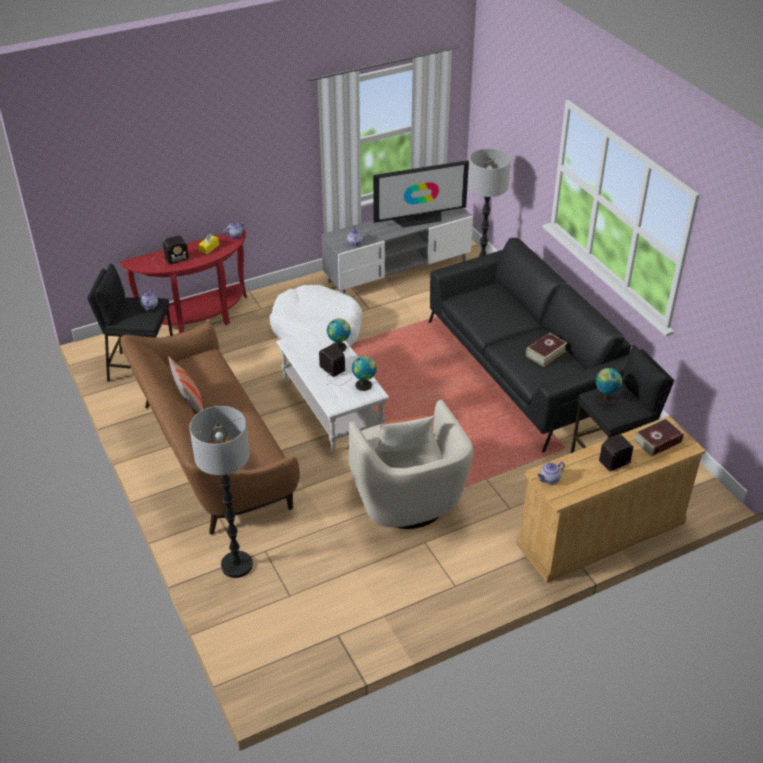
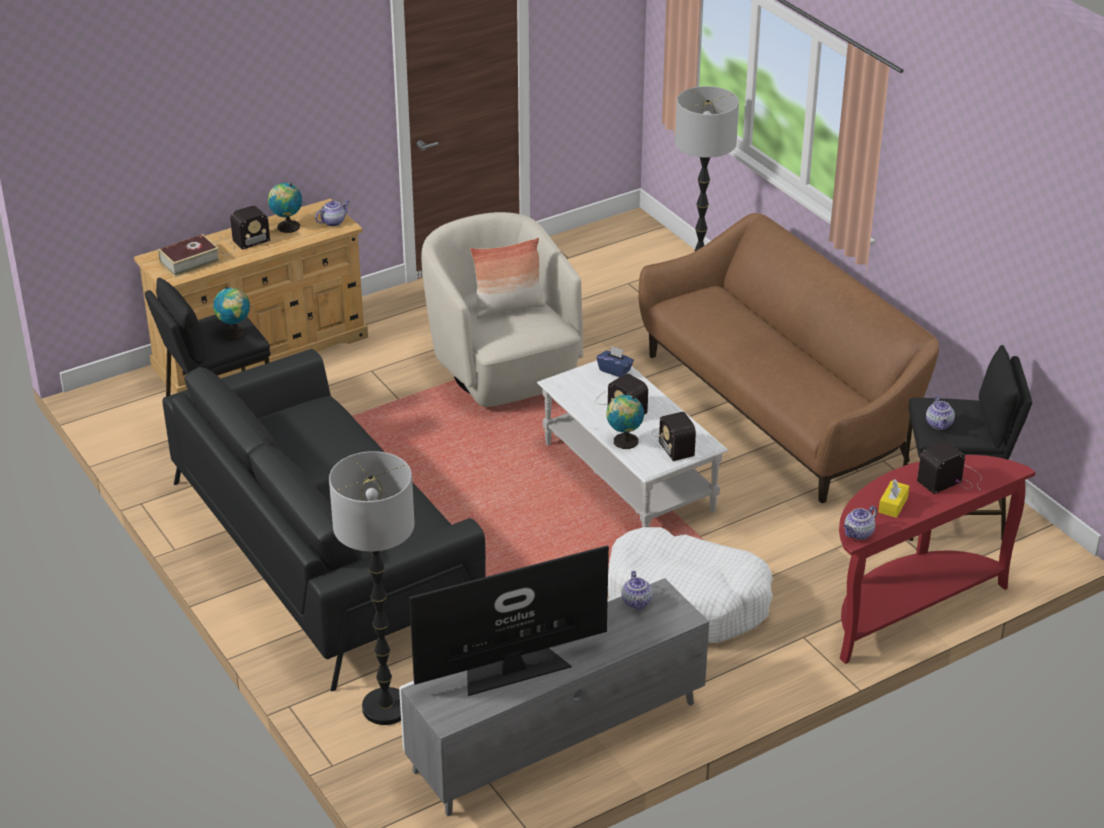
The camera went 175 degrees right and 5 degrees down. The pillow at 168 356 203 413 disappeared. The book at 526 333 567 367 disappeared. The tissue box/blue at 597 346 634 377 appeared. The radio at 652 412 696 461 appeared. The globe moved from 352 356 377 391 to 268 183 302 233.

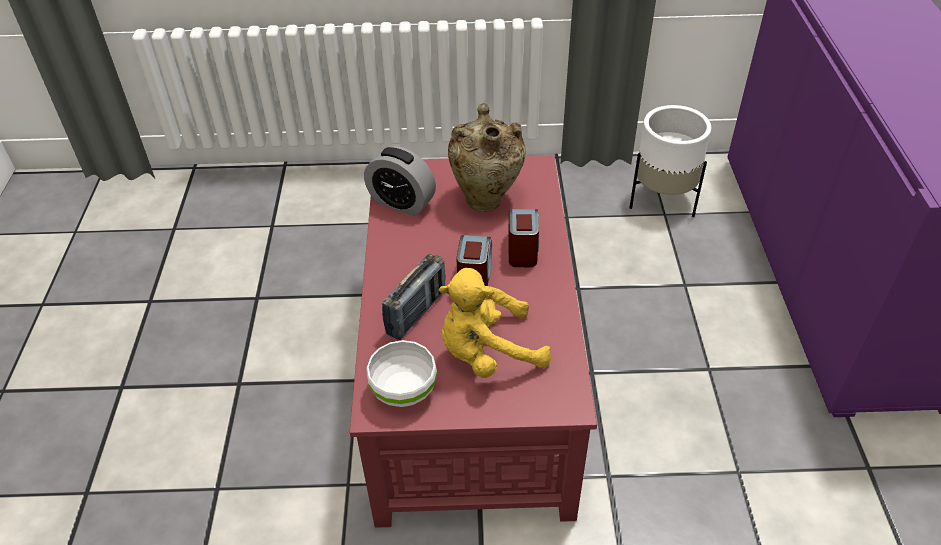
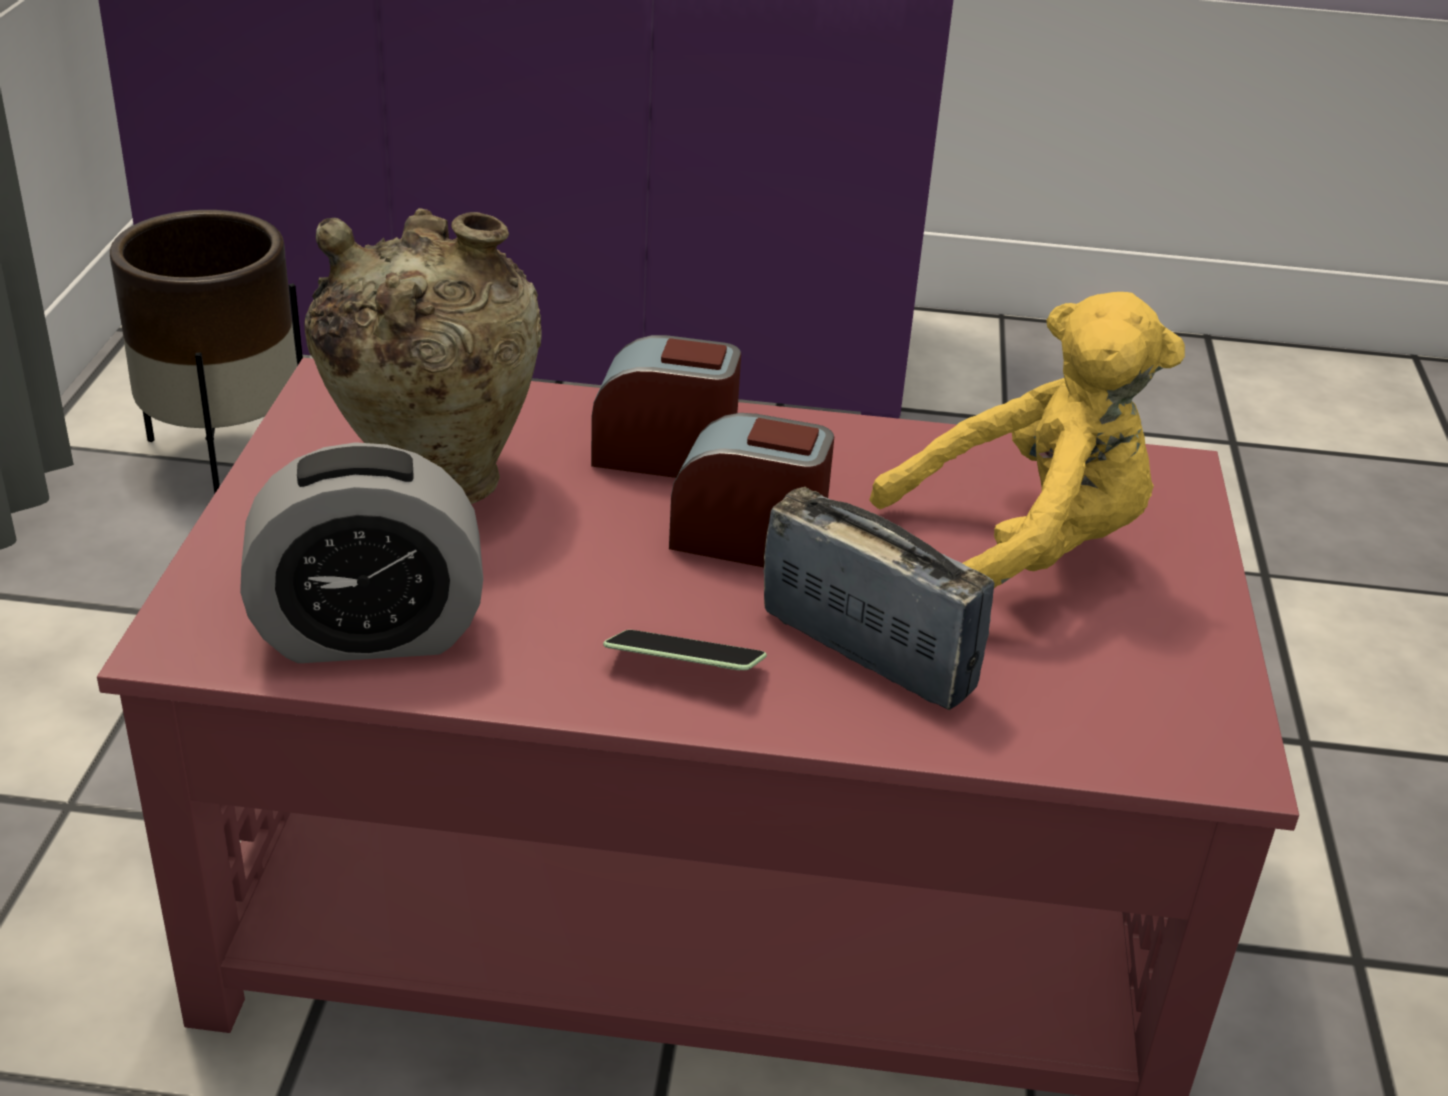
The camera went 85 degrees left and 10 degrees down. The bowl/white at 366 340 437 407 disappeared. The phone at 603 630 767 670 appeared. The planter/white at 629 105 711 218 became the planter/brown at 110 210 303 494. The alarm clock at 364 146 436 216 turned 45 degrees clockwise. The plush toy/yellow at 439 268 551 378 turned 90 degrees counterclockwise.

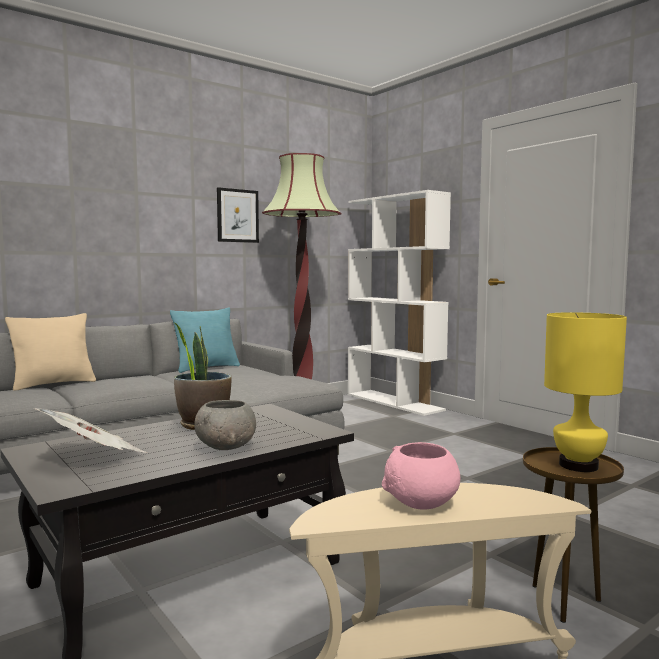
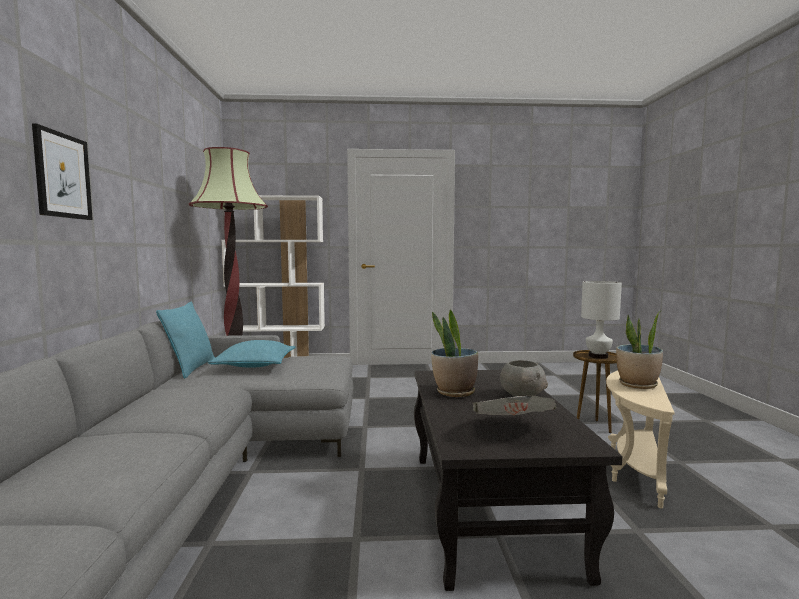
The camera went 55 degrees left and 0 degrees up. The pillow/beige at 5 313 96 391 disappeared. The pillow/turquoise at 208 340 296 367 appeared. The picture moved from 217 187 259 243 to 32 123 93 220. The bowl/pink at 382 442 461 510 was replaced by the potted plant at 616 311 663 389. The table lamp/yellow at 544 312 627 472 became the table lamp/white at 581 281 622 359.

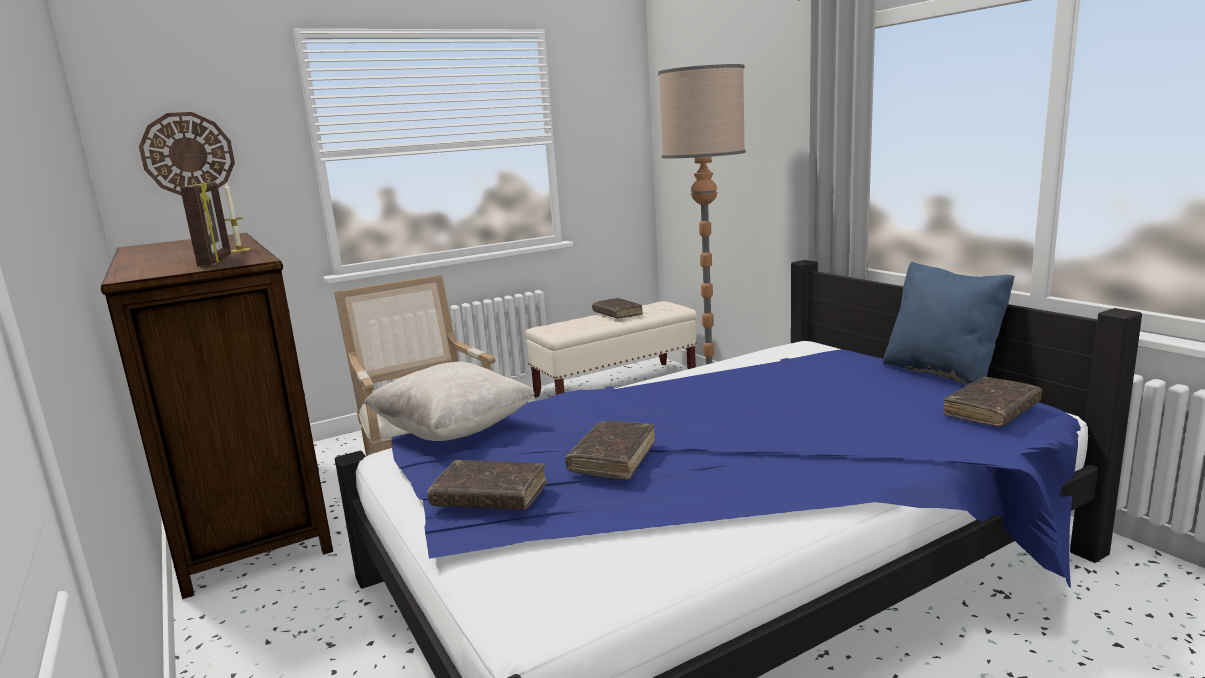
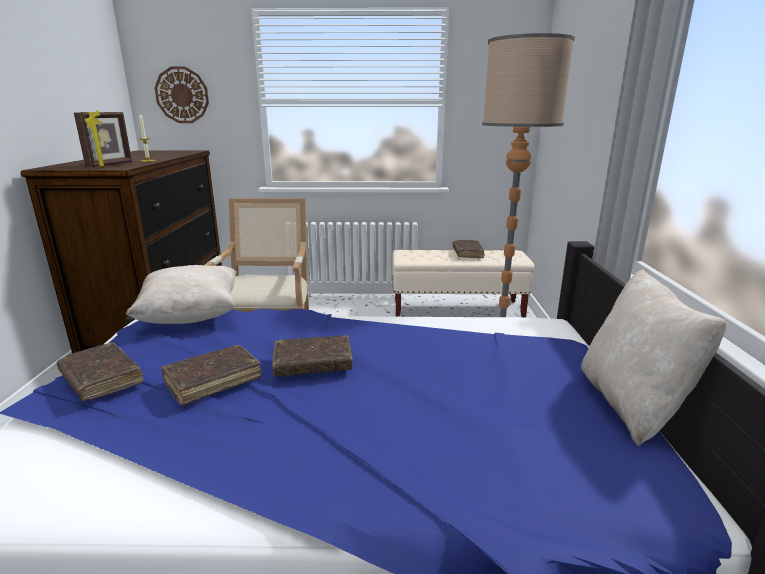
The camera went 30 degrees right and 5 degrees up. The book/brown moved from 944 377 1042 427 to 272 335 353 376. The pillow/blue at 883 261 1015 385 became the pillow/beige at 581 269 727 446.

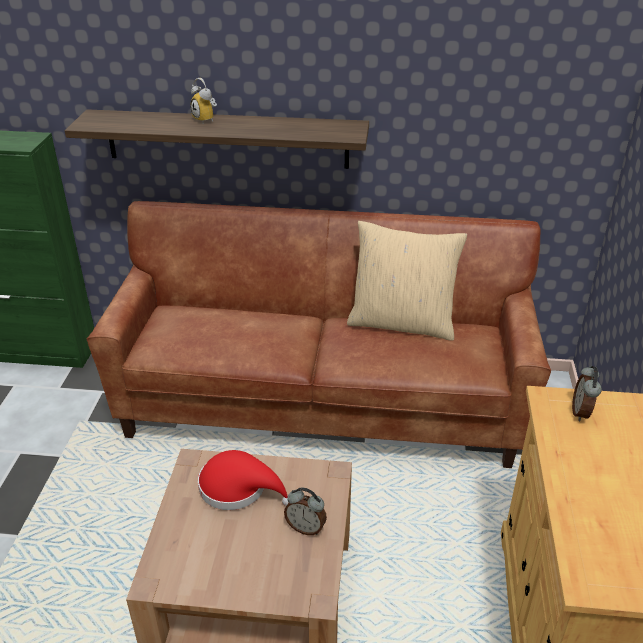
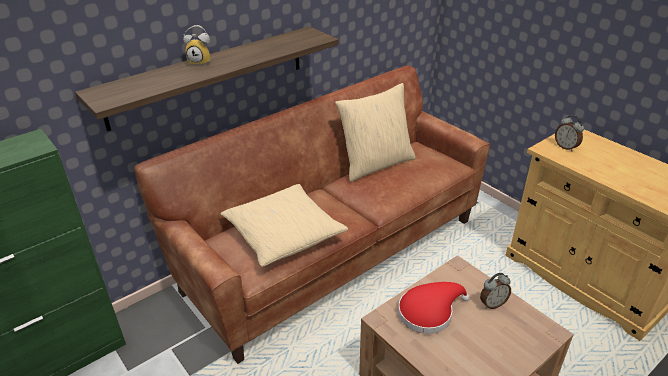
The camera went 45 degrees left and 0 degrees up. The pillow/beige at 220 184 348 267 appeared.

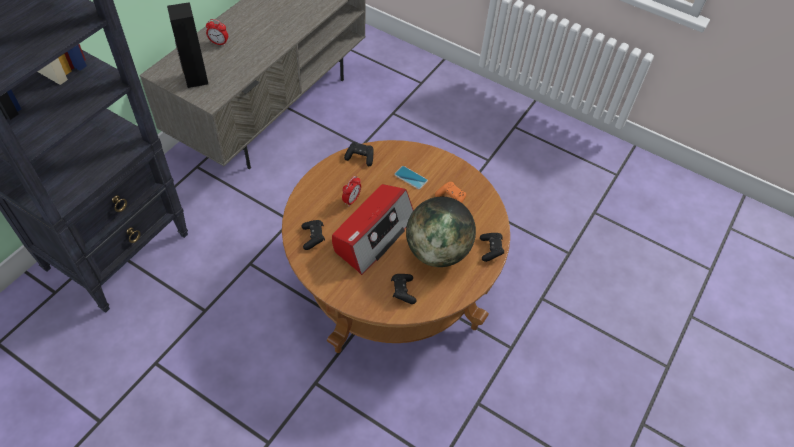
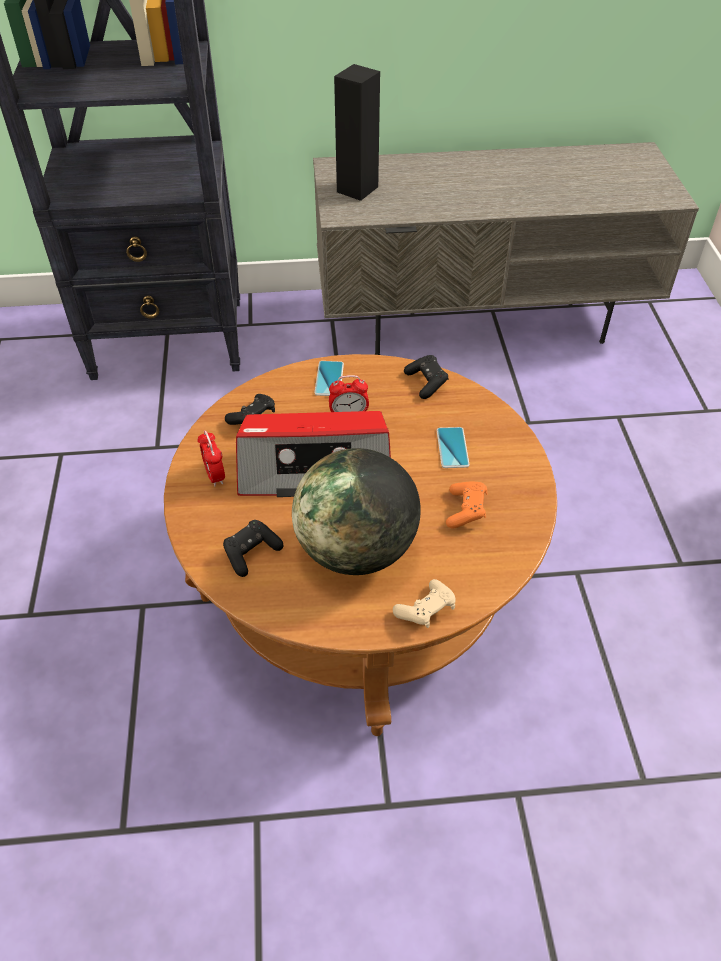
The camera went 55 degrees right and 5 degrees down. The phone at 314 361 344 396 appeared. The alarm clock moved from 206 19 228 46 to 198 430 225 486. The game controller/black at 480 233 504 262 became the game controller/beige at 393 579 456 628.

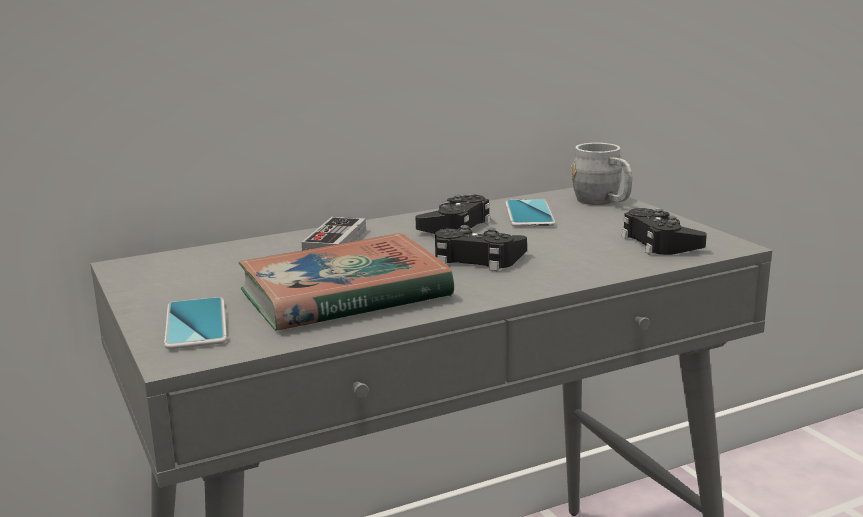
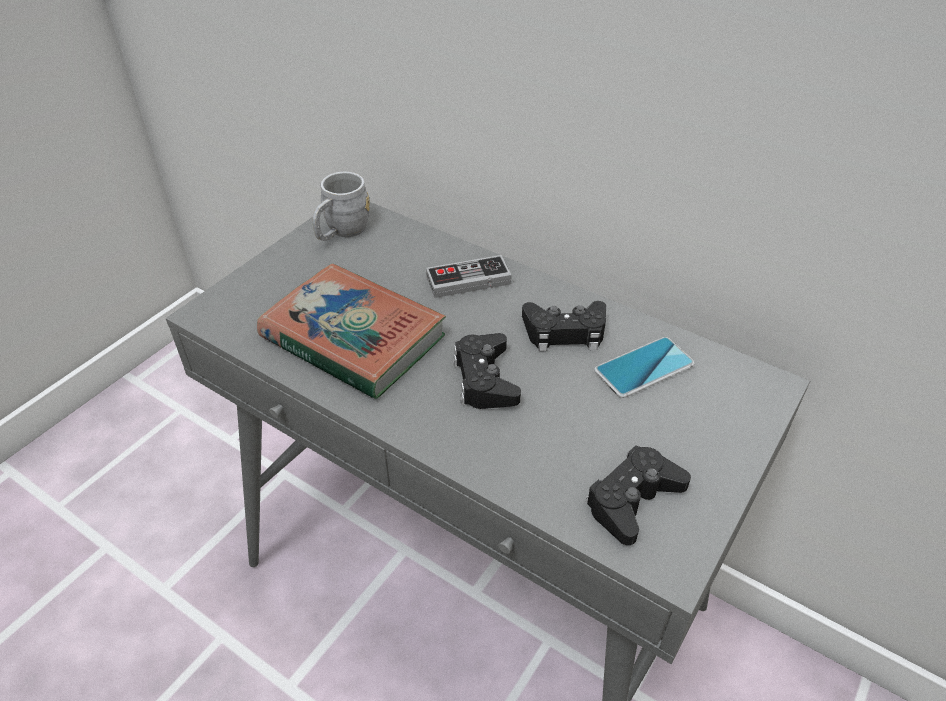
The camera went 60 degrees right and 25 degrees up. The phone at 164 297 227 349 disappeared. The mug/grey moved from 571 143 632 205 to 313 172 370 241.

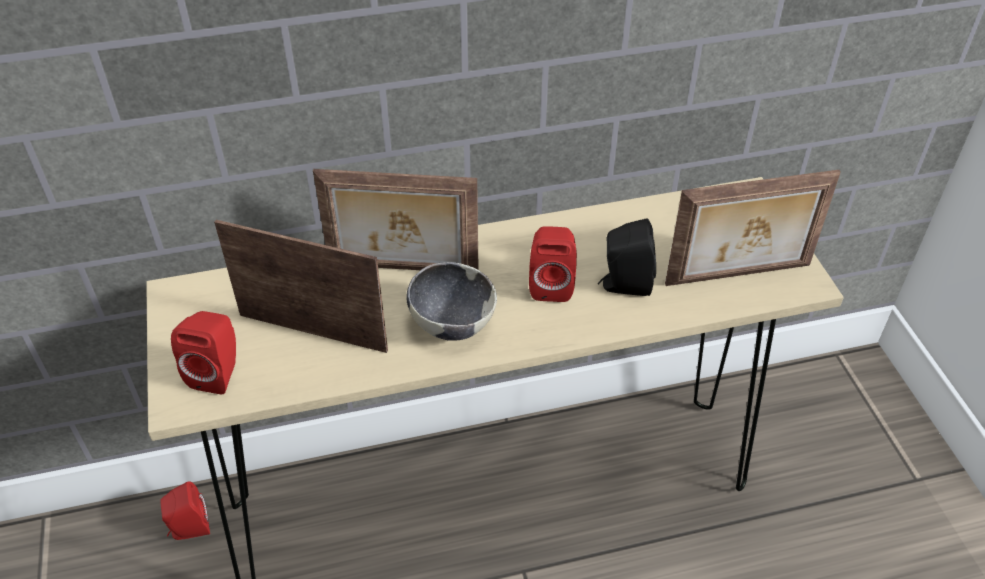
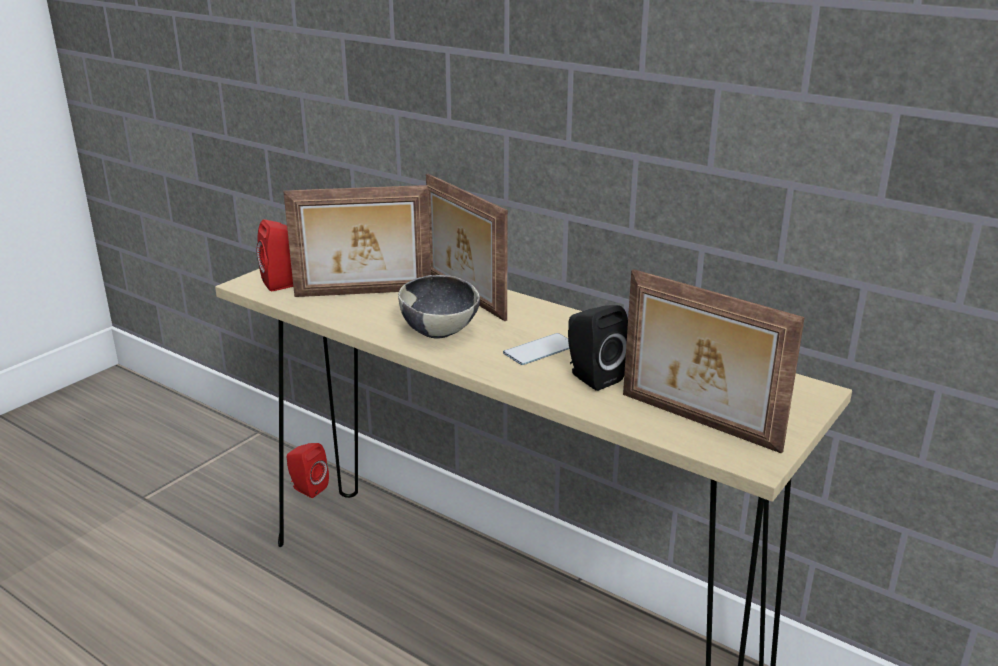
The camera went 50 degrees right and 20 degrees down. The speaker/red at 529 226 577 302 was replaced by the phone at 503 333 569 365. The picture frame at 214 220 388 353 turned 105 degrees clockwise.

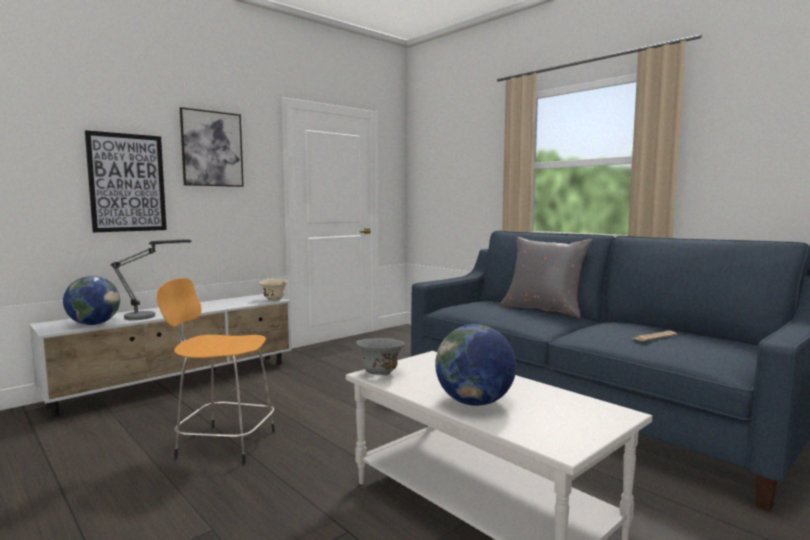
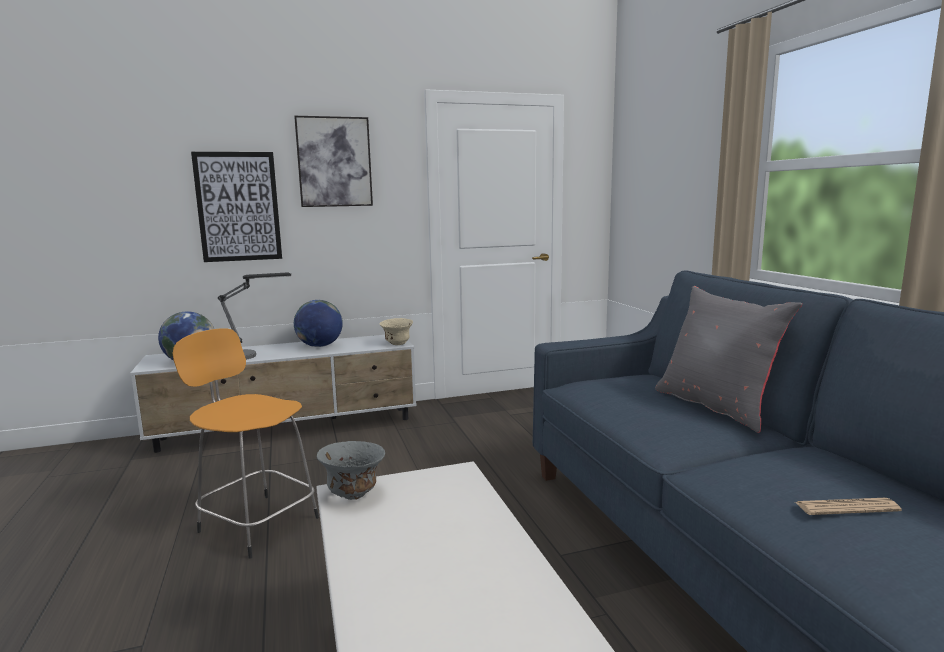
The camera went 25 degrees right and 5 degrees up. The globe moved from 435 324 516 406 to 294 300 343 347.

